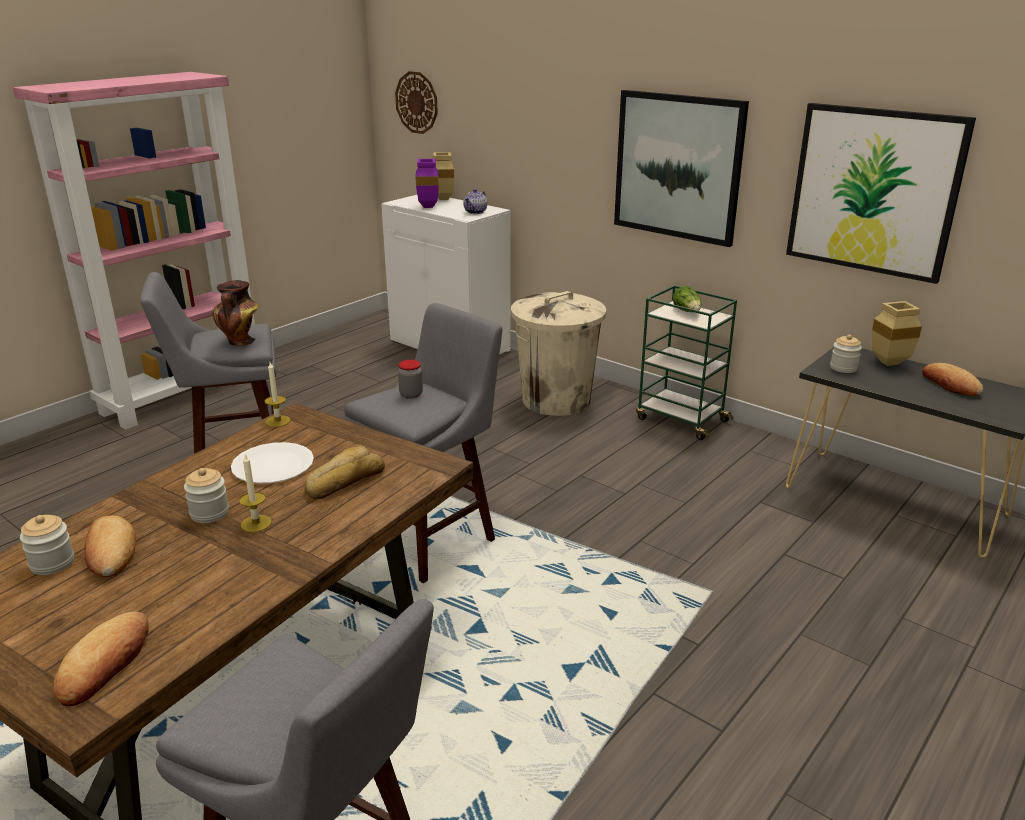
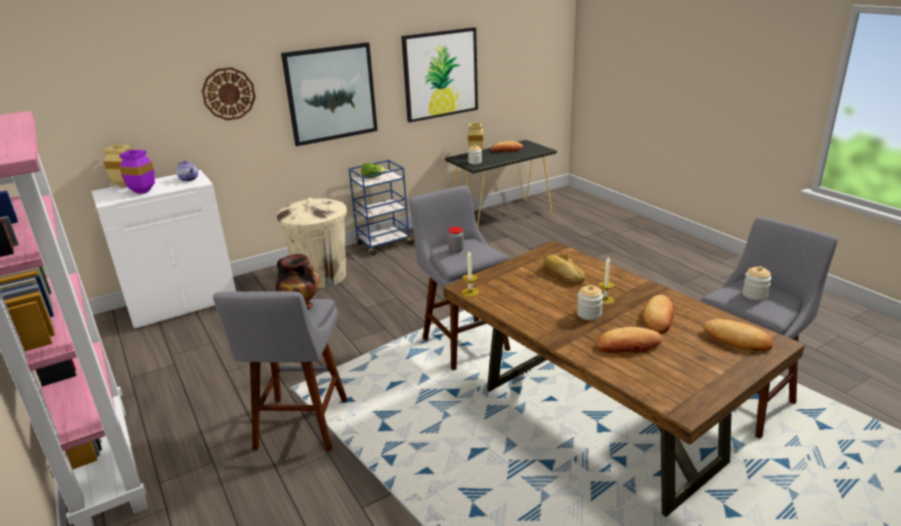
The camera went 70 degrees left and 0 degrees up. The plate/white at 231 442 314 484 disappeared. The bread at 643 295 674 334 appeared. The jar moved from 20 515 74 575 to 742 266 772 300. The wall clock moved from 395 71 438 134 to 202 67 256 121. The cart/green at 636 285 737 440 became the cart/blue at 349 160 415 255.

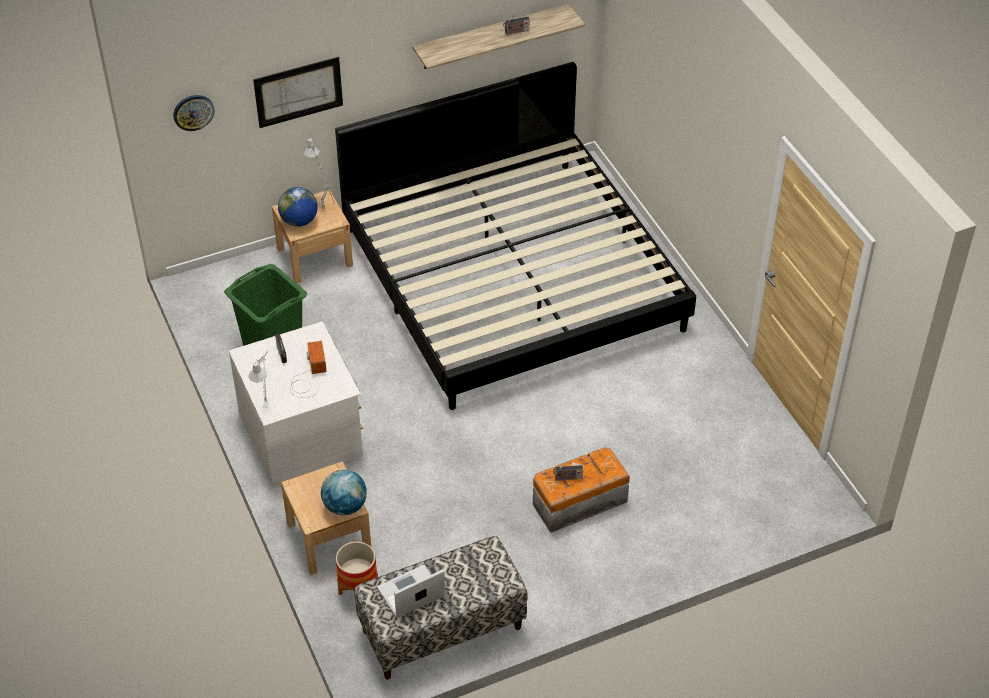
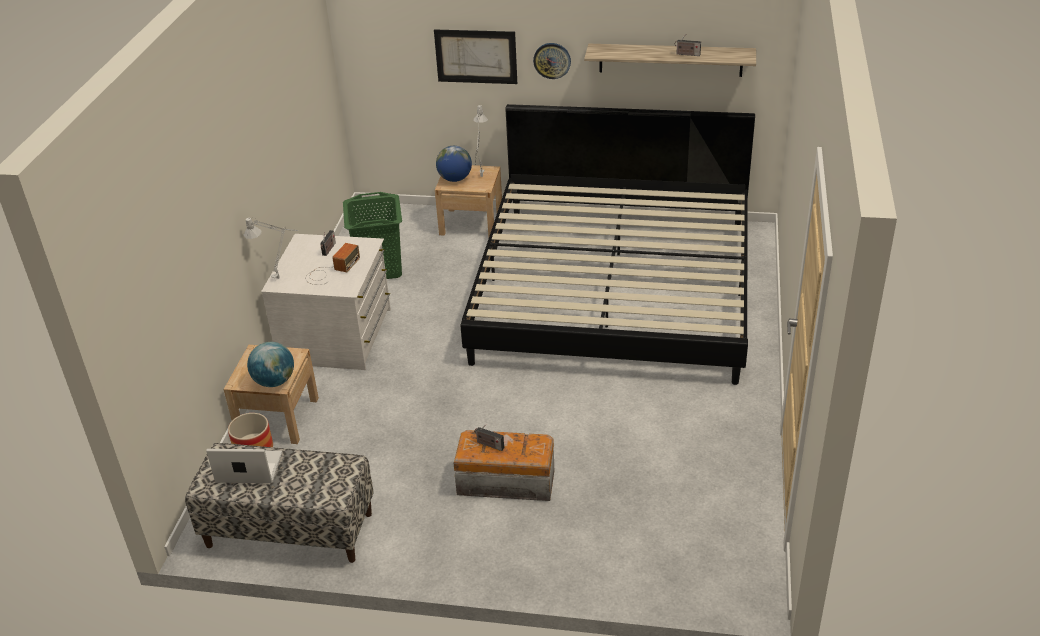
The camera went 35 degrees right and 10 degrees down. The wall clock moved from 173 95 215 131 to 533 43 571 79.

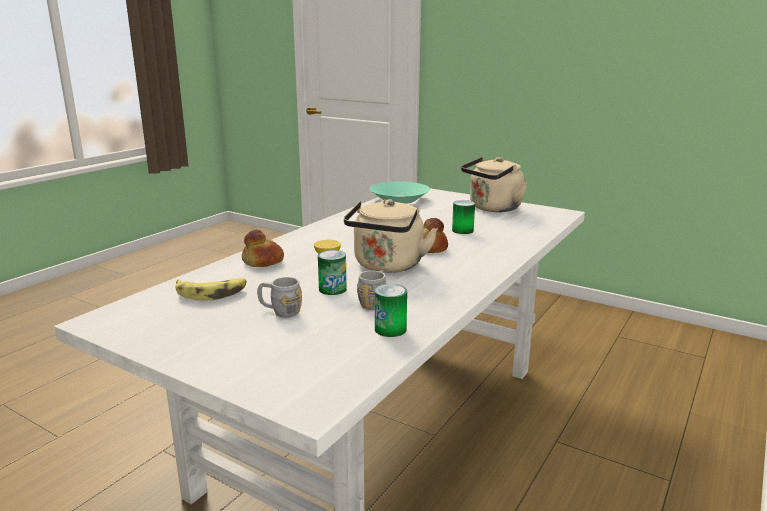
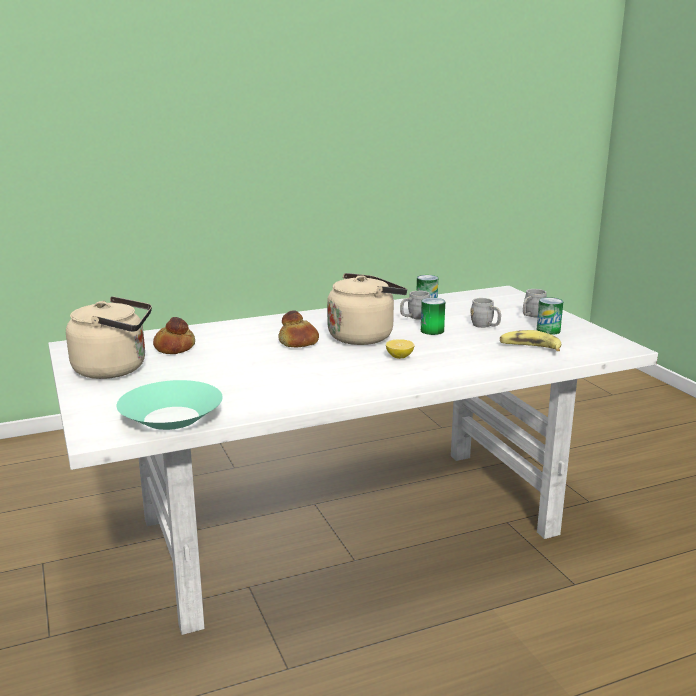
The camera went 145 degrees left and 0 degrees up. The mug/grey at 523 289 547 317 appeared. The bread moved from 242 230 284 267 to 153 317 195 354. The can moved from 452 200 475 234 to 536 297 563 335.

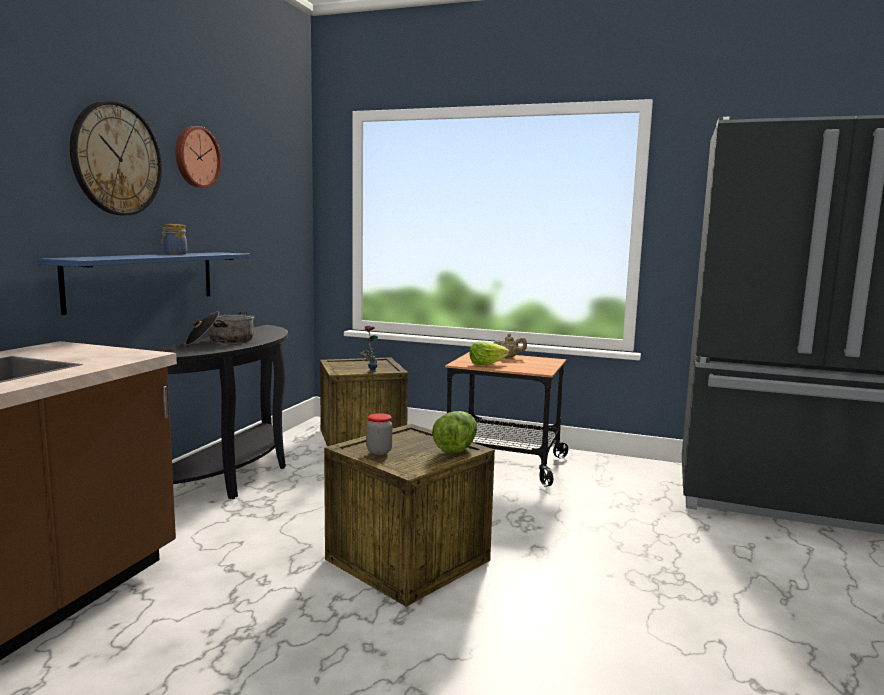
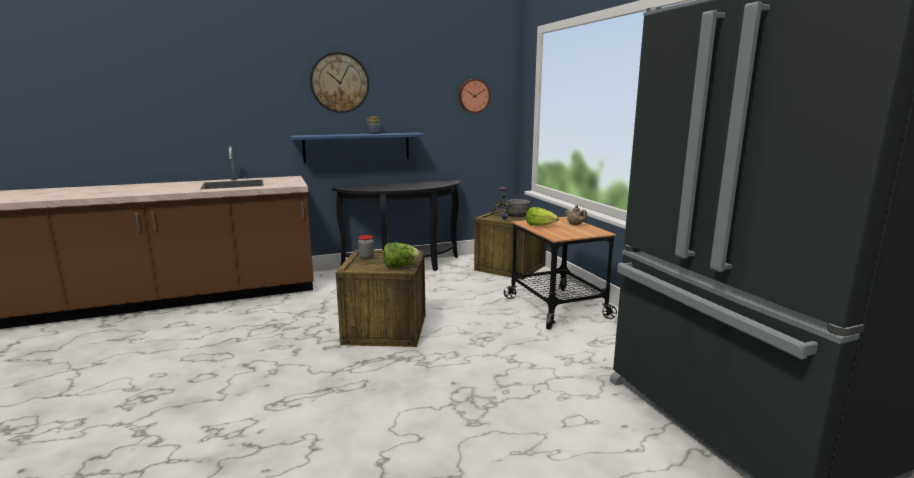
The camera went 50 degrees right and 5 degrees up. The wall clock moved from 176 126 221 188 to 459 79 490 113. The cooking pot moved from 186 311 254 345 to 491 197 532 217.

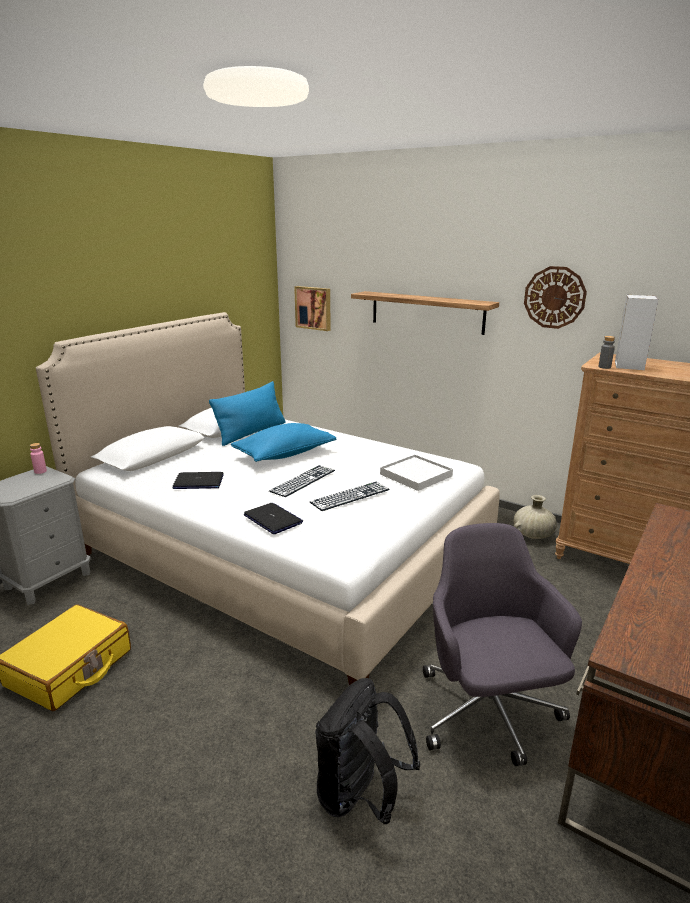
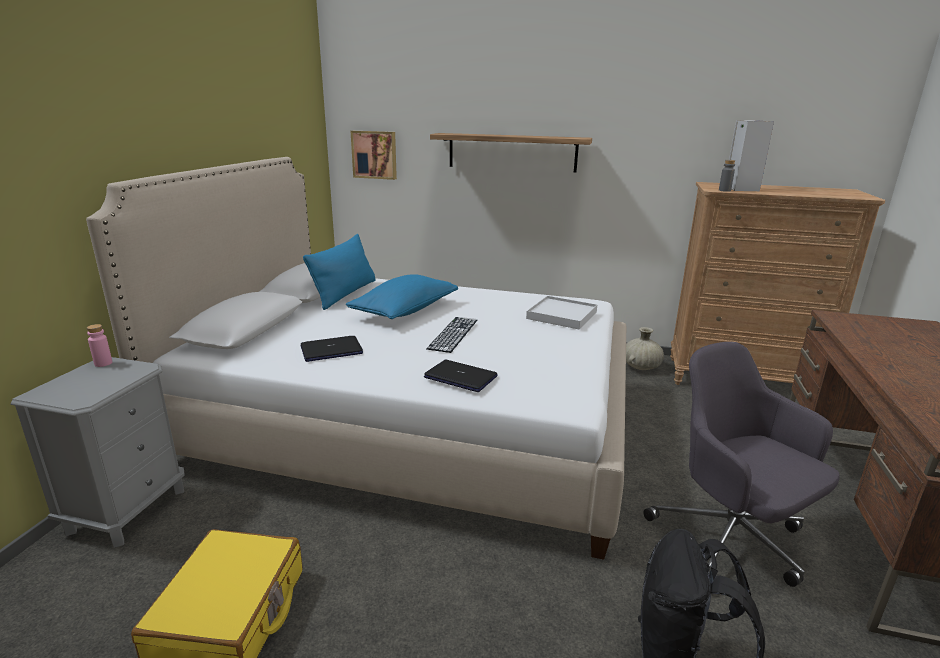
The camera went 20 degrees left and 0 degrees up. The keyboard at 310 482 390 511 disappeared. The wall clock at 524 266 587 329 disappeared.

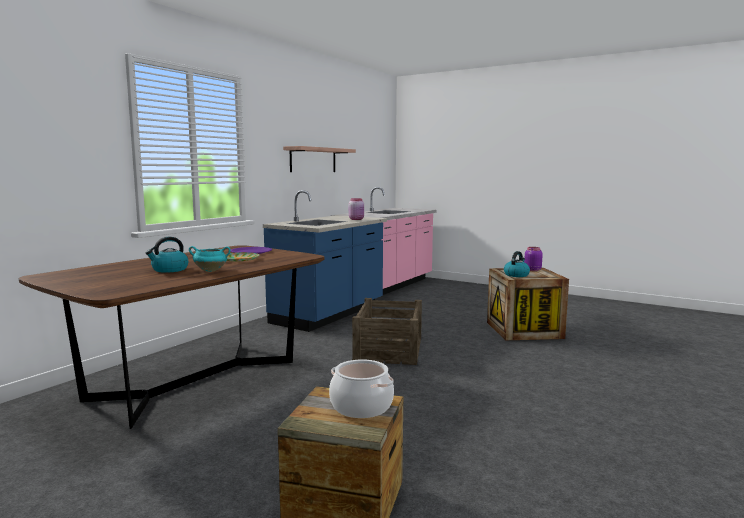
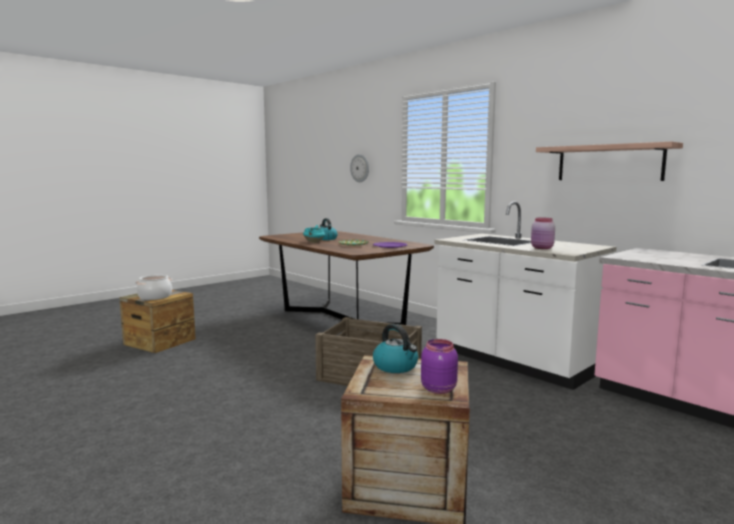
The camera went 105 degrees right and 0 degrees up. The wall clock at 350 154 369 182 appeared. The counter/blue at 263 190 387 332 became the counter/white at 434 201 616 390.

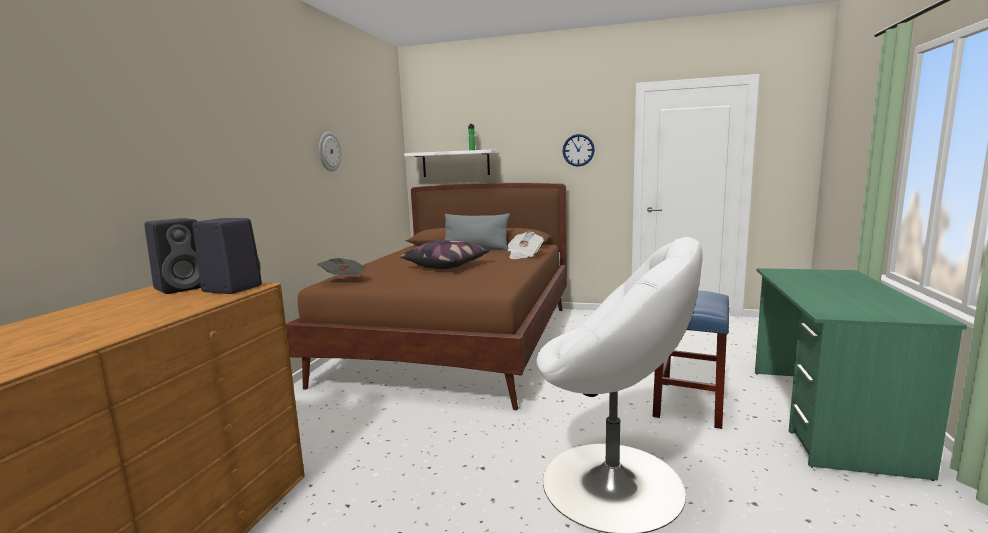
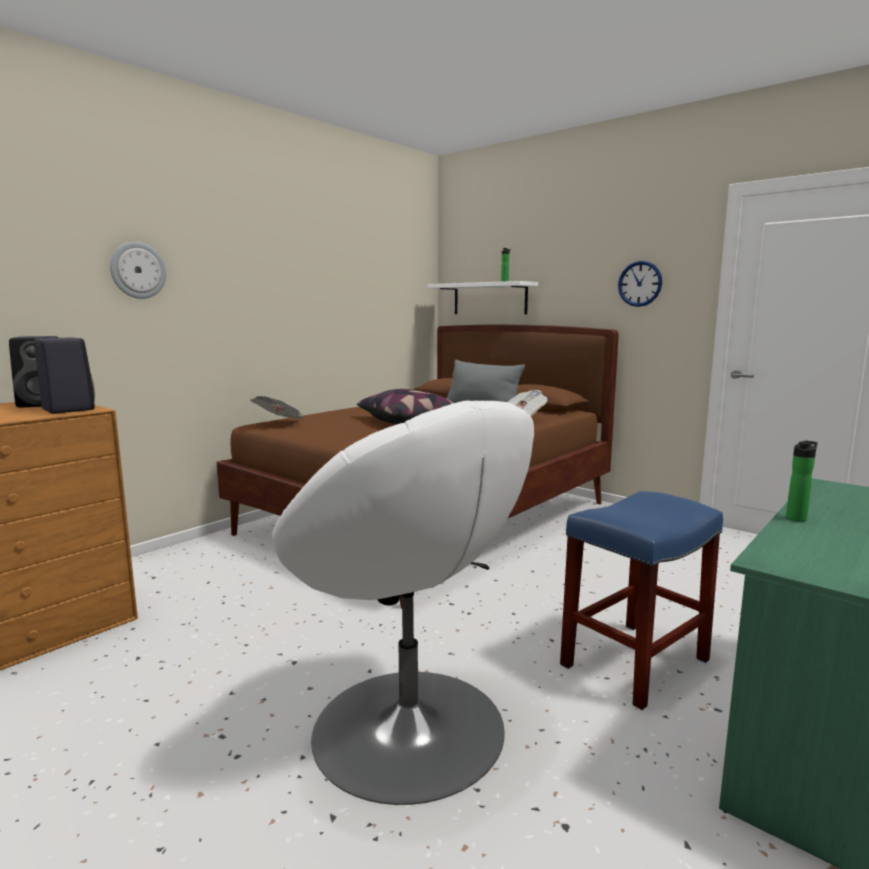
The camera went 25 degrees right and 0 degrees up. The bottle at 786 440 818 521 appeared. The wall clock moved from 319 132 342 172 to 110 241 166 299.

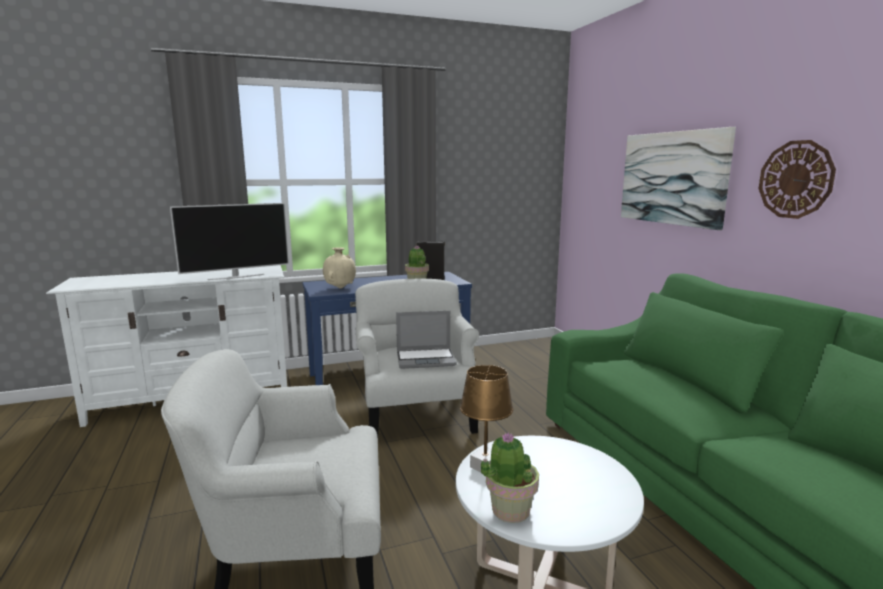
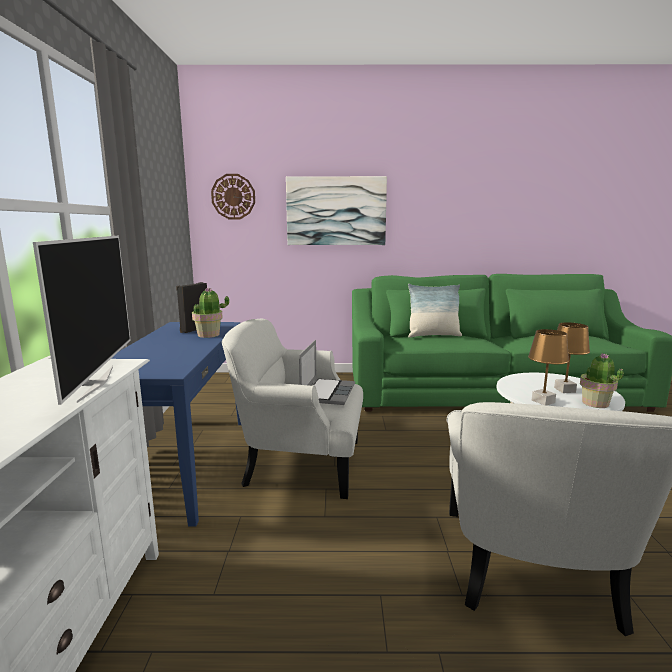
The camera went 70 degrees left and 0 degrees up. The vase/beige at 323 247 356 288 disappeared. The pillow at 408 284 462 338 appeared. The table lamp/brown at 554 322 590 393 appeared. The wall clock moved from 759 140 836 219 to 211 174 255 219.

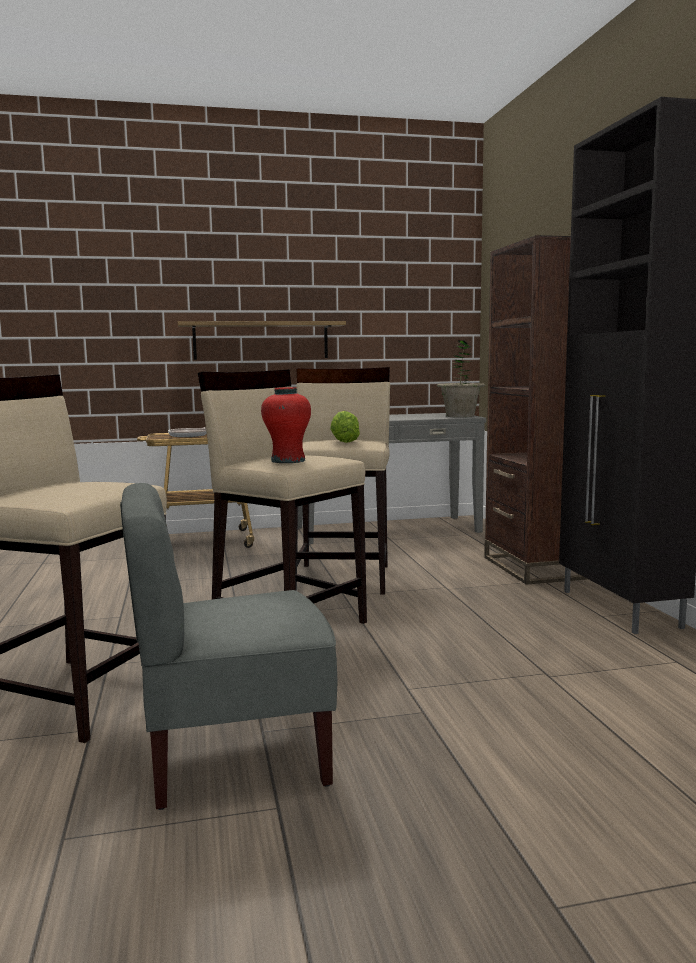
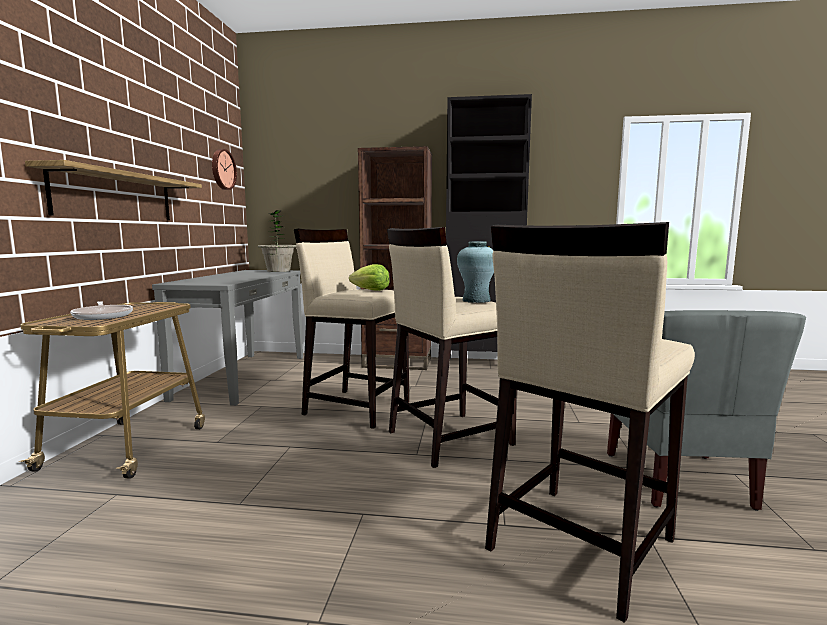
The camera went 70 degrees left and 0 degrees up. The wall clock at 212 149 237 190 appeared. The vase/red at 261 387 311 463 became the vase/turquoise at 457 241 494 303.

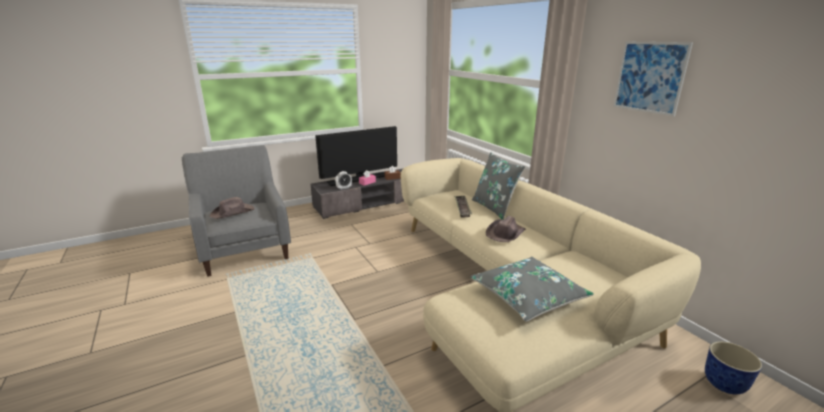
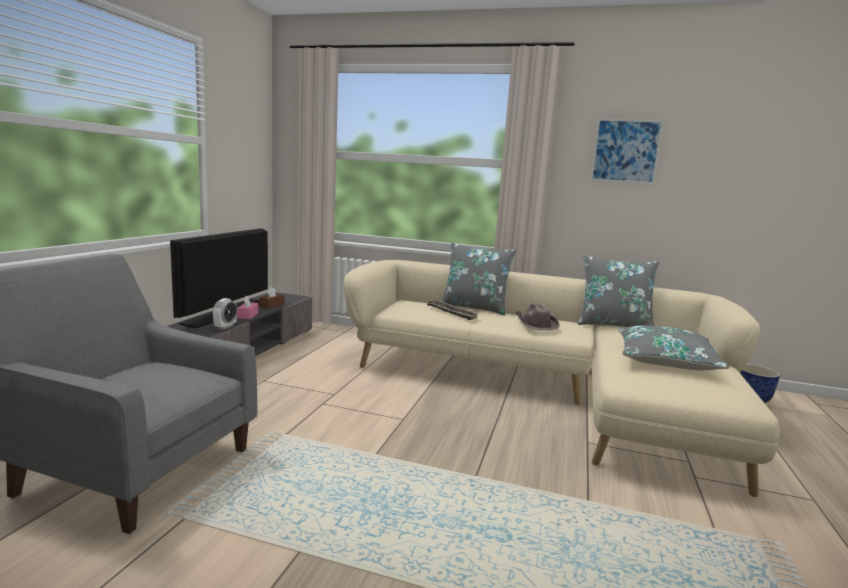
The camera went 45 degrees left and 10 degrees down. The hat/brown at 210 197 255 219 disappeared. The pillow/grey at 578 255 659 327 appeared.

